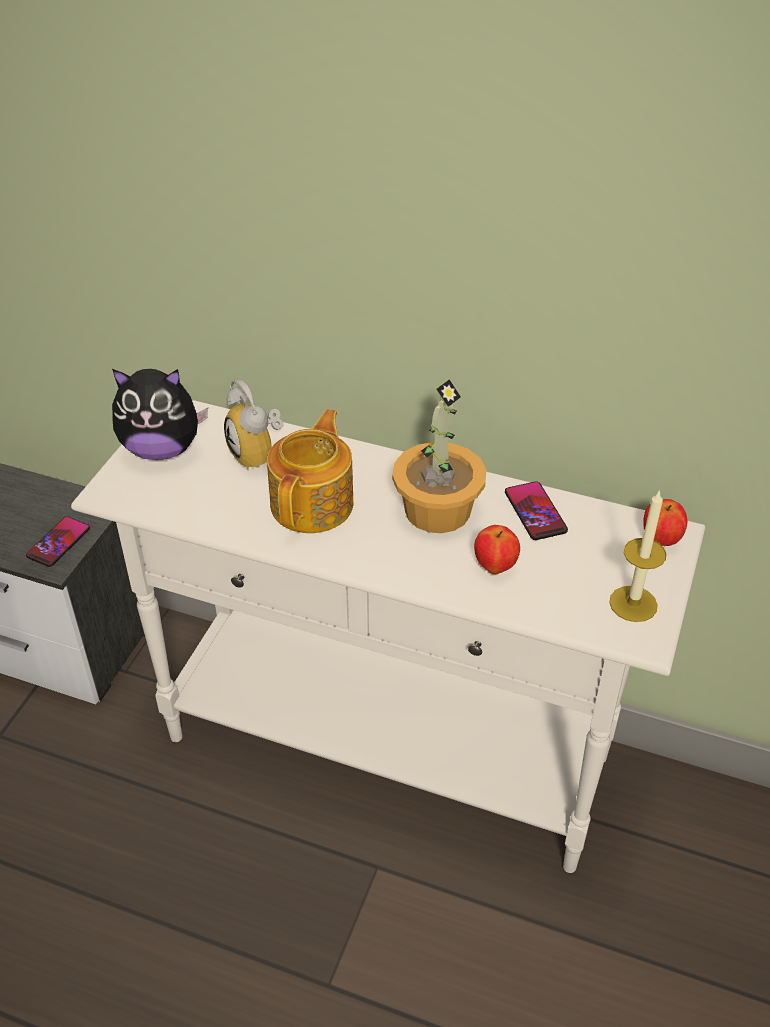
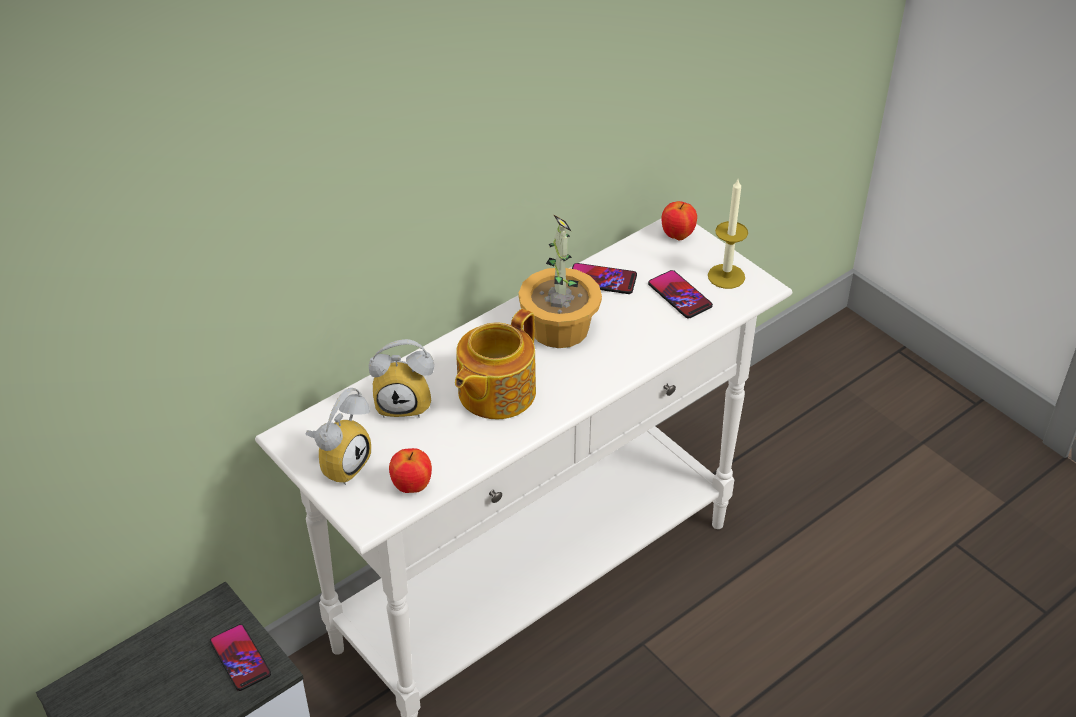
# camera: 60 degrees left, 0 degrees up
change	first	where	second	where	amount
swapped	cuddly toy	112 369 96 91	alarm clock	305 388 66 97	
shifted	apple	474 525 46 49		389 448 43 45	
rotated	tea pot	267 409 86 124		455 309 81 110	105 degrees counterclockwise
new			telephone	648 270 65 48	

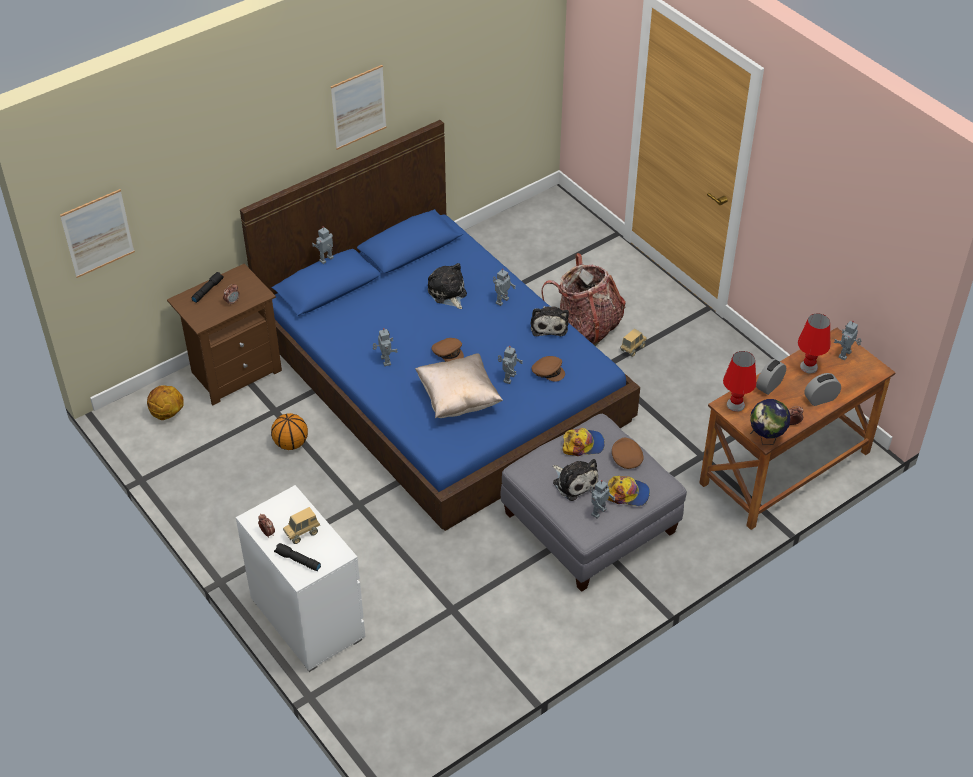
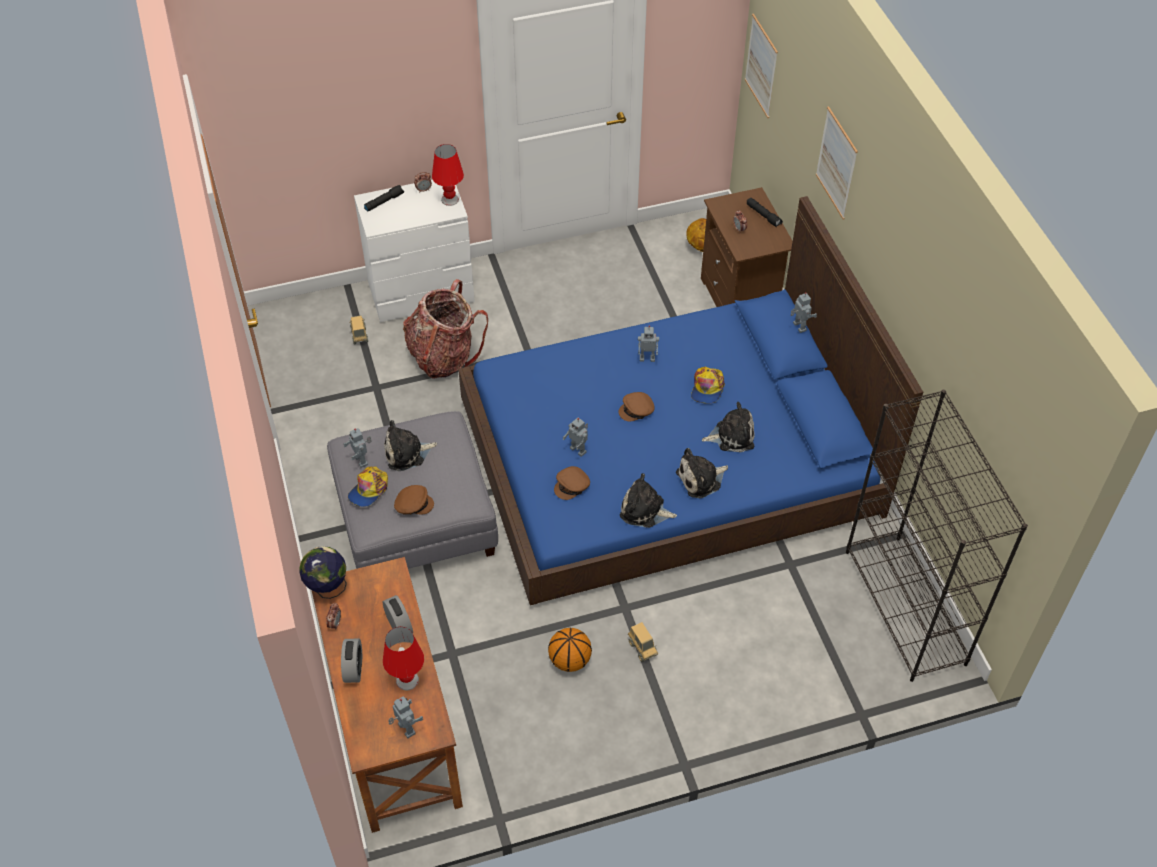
# camera: 110 degrees right, 5 degrees up
change	first	where	second	where	amount
shifted	model truck	283 507 37 37		349 316 19 28	
shifted	knapsack	542 253 84 93		403 279 85 100	
shifted	red tabletop lamp	723 351 33 61		432 144 32 62	
shifted	ball for basketball	271 413 37 37		548 628 44 44	
swapped	model robot	493 268 23 38	cuddly toy	676 448 52 50	
shifted	peaked cap	562 428 43 28		691 367 34 37	
shifted	wall picture	331 65 56 85		816 107 42 113	
new			black-coloured bookshelf	846 390 182 292	
gone	sand-coloured throw pillow	415 353 88 65			

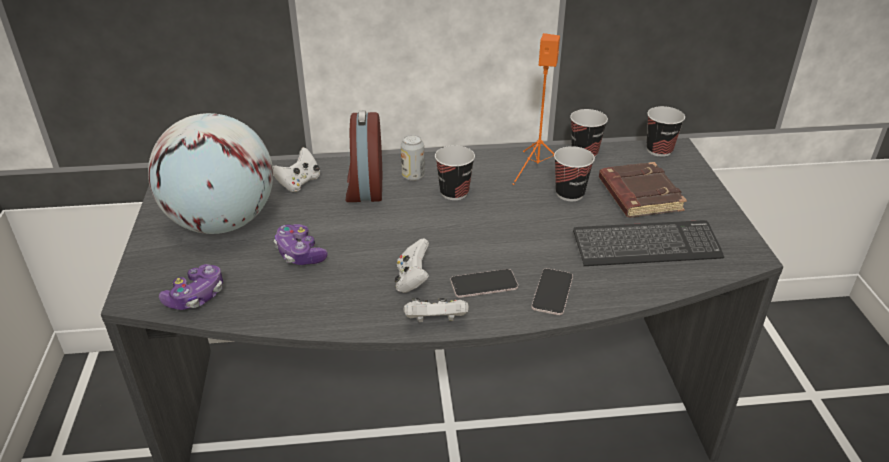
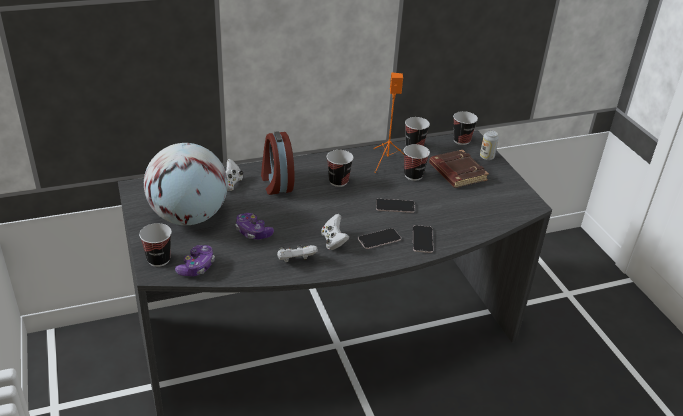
# camera: 15 degrees left, 0 degrees up
change	first	where	second	where	amount
new			cup	139 223 33 44	
shifted	whitish gamepad	404 298 65 24		277 245 41 17	
new			telephone	376 199 39 14	
shifted	sealed can	401 135 24 46		480 130 19 30	
gone	PC keyboard	573 220 151 46			

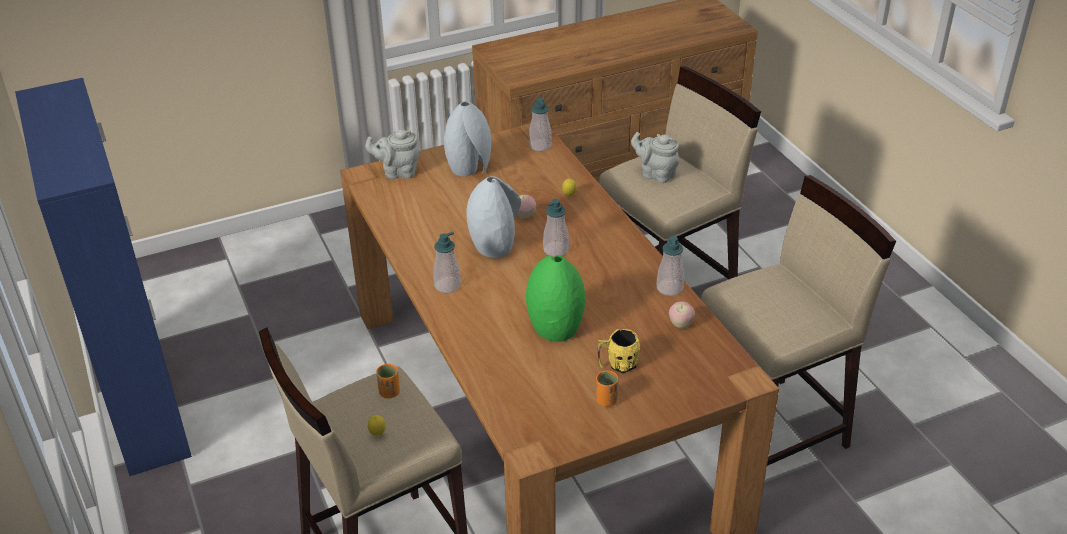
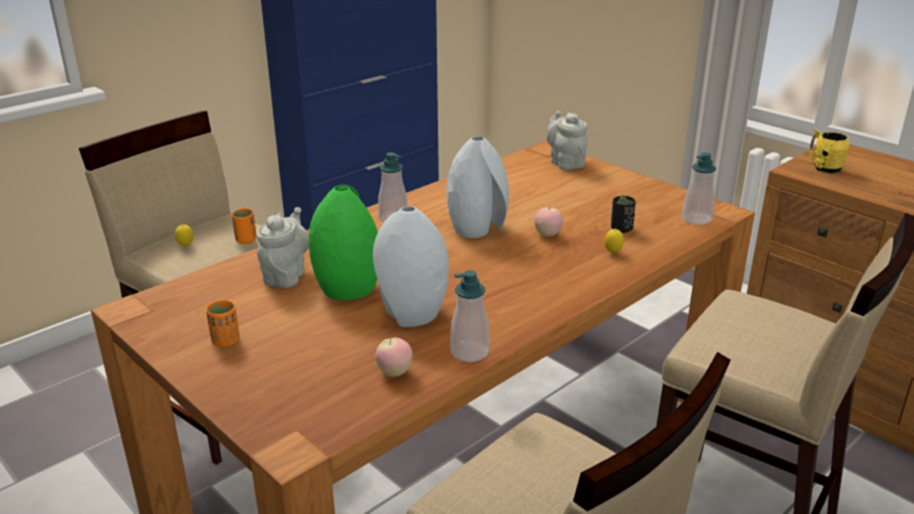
# camera: 70 degrees right, 10 degrees down
change	first	where	second	where	amount
shifted	grey tea pot	631 132 48 51		256 207 53 81	
shifted	grey decorative vase	444 101 47 75		373 206 76 121	
new			black-coloured cup	611 196 25 37	
shifted	yellow tea mug	597 329 43 44		810 129 39 44	
gone	liquid soap bottle	543 199 26 58			

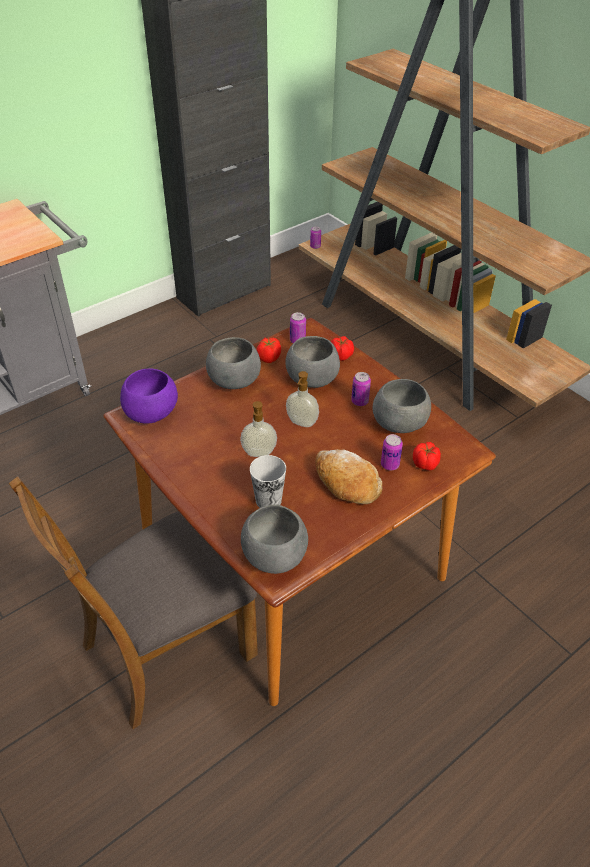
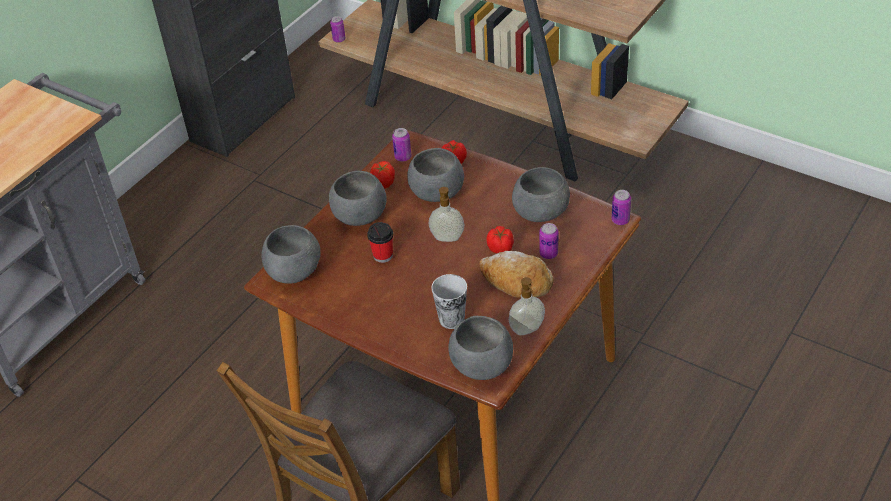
# camera: 15 degrees left, 0 degrees up
change	first	where	second	where	amount
repainted	purple-coloured bowl	120 368 58 56	grey bowl	261 225 59 59	
new			cup	367 222 26 41	
shifted	tomato	413 442 28 28		486 226 28 27	
shifted	liquid soap bottle	240 401 37 56		509 277 36 58	
shifted	sealed can	351 372 20 34		611 190 20 35	

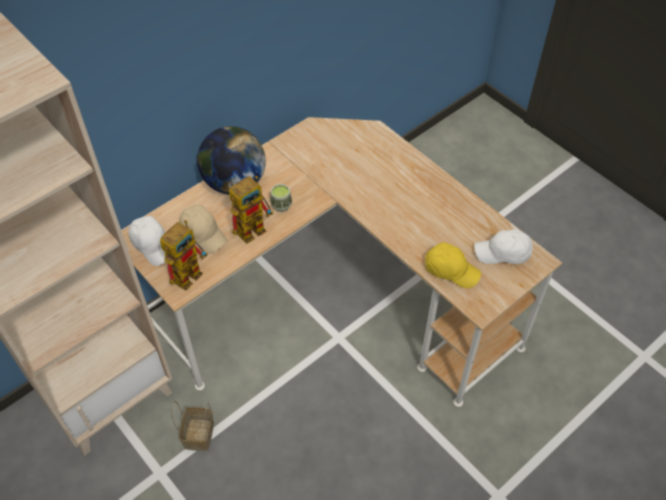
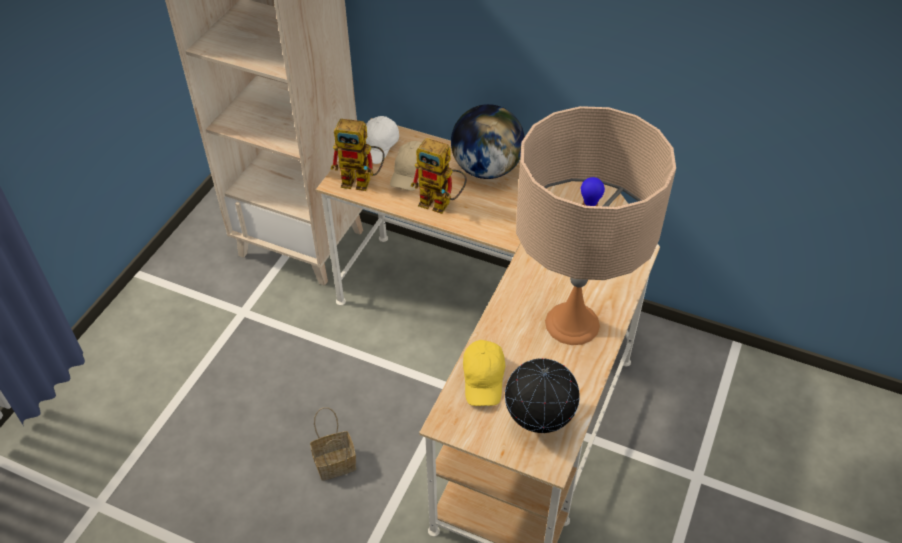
# camera: 65 degrees right, 5 degrees down
change	first	where	second	where	amount
shifted	basket	171 401 43 50		310 407 46 74	
swapped	whitish peaked cap	474 229 59 35	desk globe	505 358 75 75	
new			sand-coloured tabletop lamp	516 106 160 239	
gone	cup	270 184 22 28			

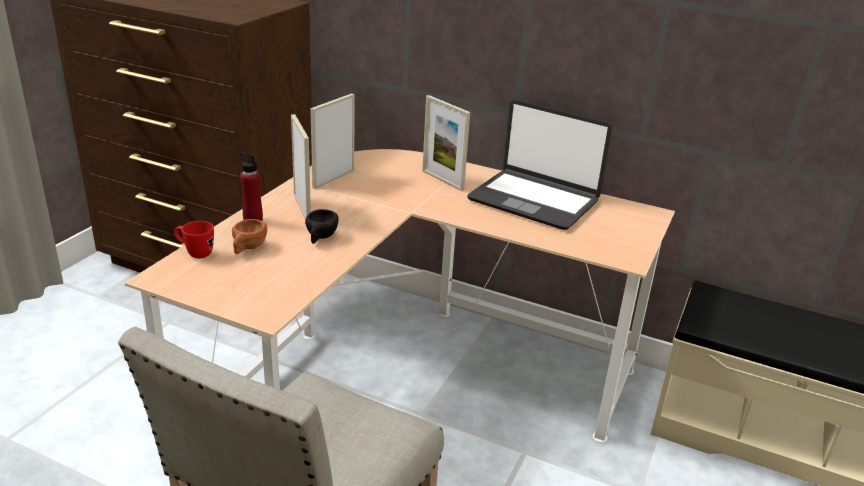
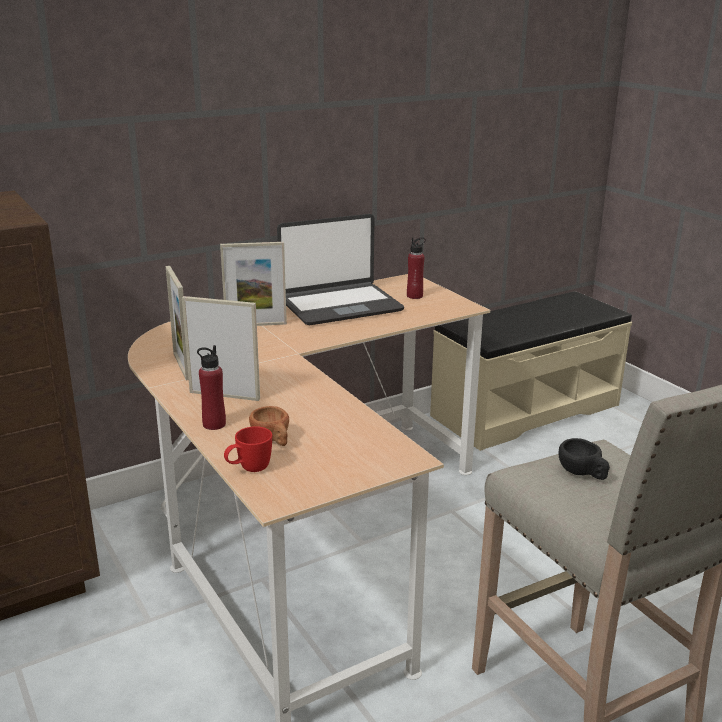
# camera: 55 degrees left, 5 degrees down
change	first	where	second	where	amount
new			red beverage bottle	407 238 19 61	
shifted	black-coloured cup	305 209 33 35		558 438 52 42	

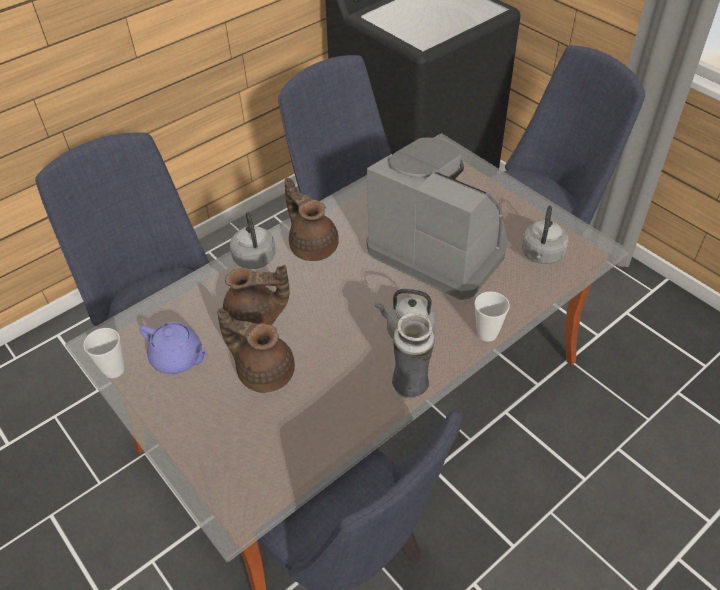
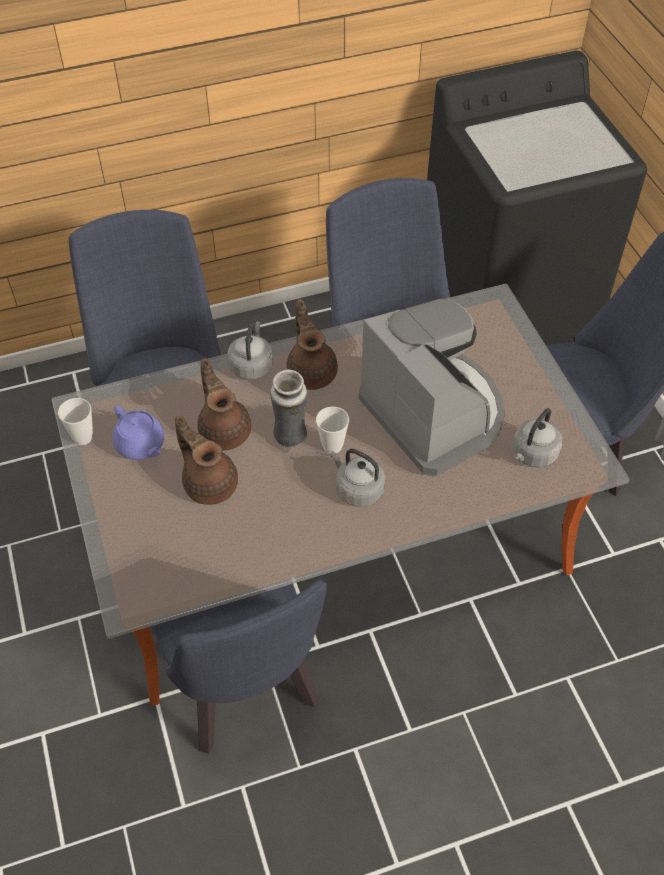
# camera: 20 degrees right, 5 degrees up
change	first	where	second	where	amount
rotated	brownish tea pot	223 265 67 60		197 358 54 92	135 degrees counterclockwise
shifted	decorative vase	392 313 43 85		270 369 37 79	
shifted	cup	474 291 36 50		316 407 33 47	

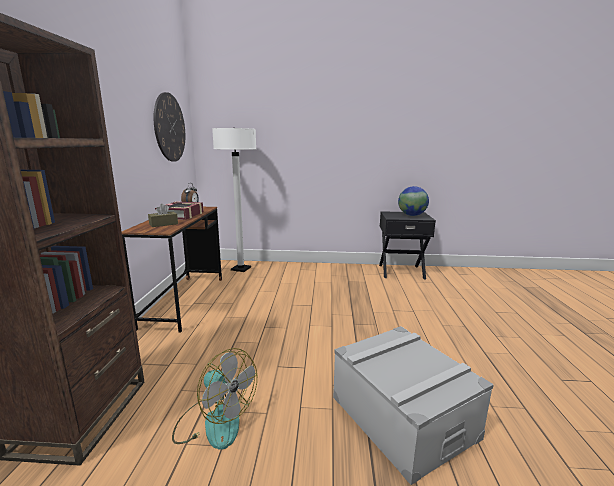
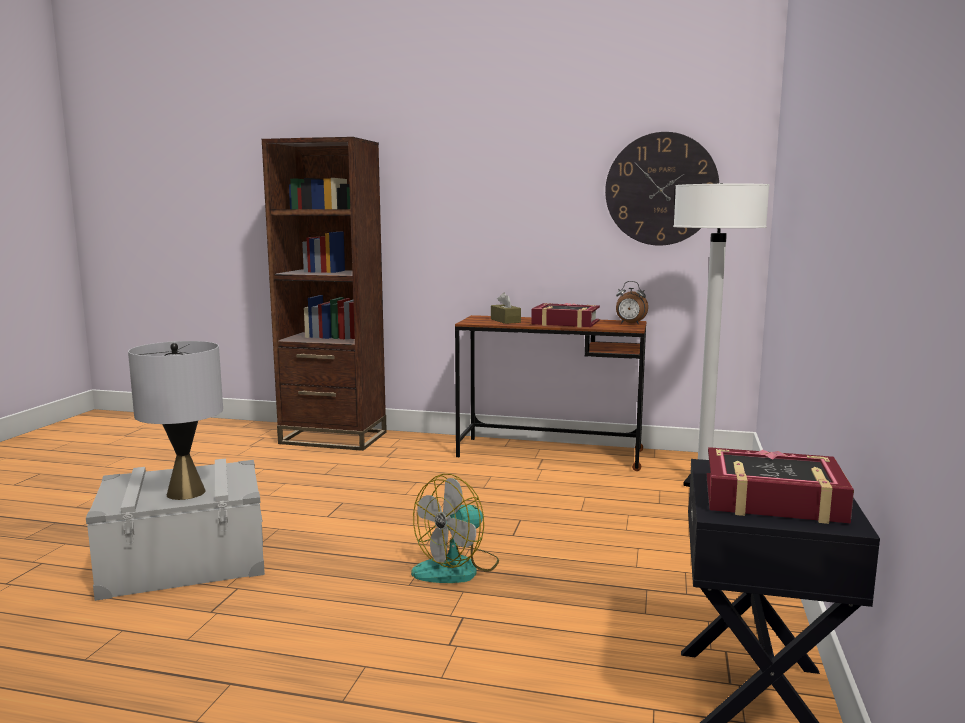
# camera: 100 degrees right, 5 degrees down
change	first	where	second	where	amount
new			grey tabletop lamp	128 341 95 159	
shifted	electric fan	172 348 85 102		411 474 88 109	
swapped	desk globe	398 186 31 30	bound book	707 447 147 77	

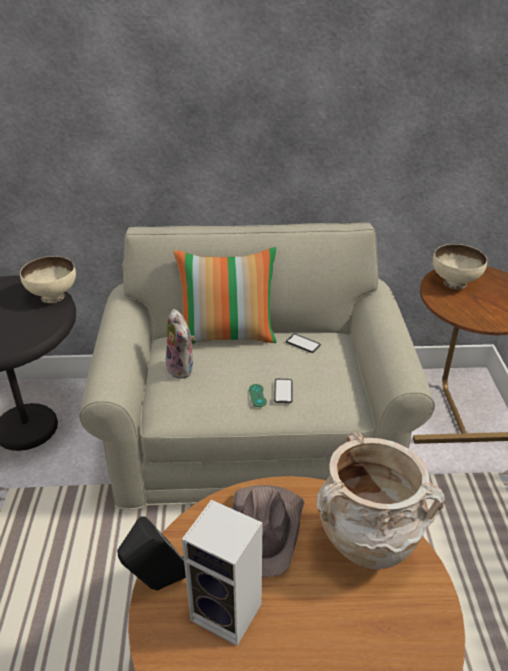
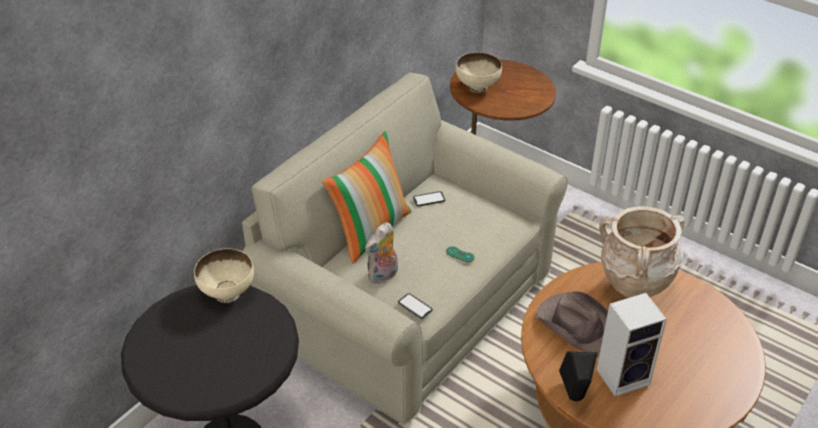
# camera: 50 degrees left, 5 degrees up
change	first	where	second	where	amount
rotated	cuddly toy	166 309 29 70		365 222 33 62	120 degrees clockwise
shifted	telephone	274 379 18 24		398 293 35 26	

